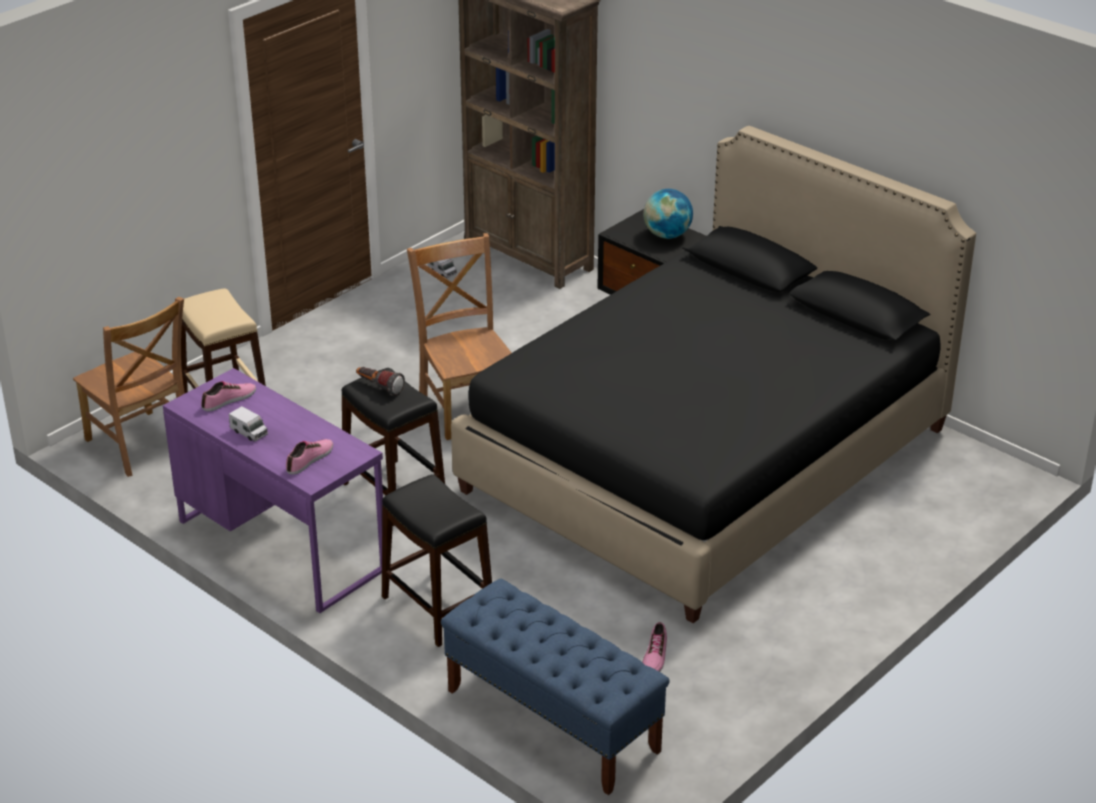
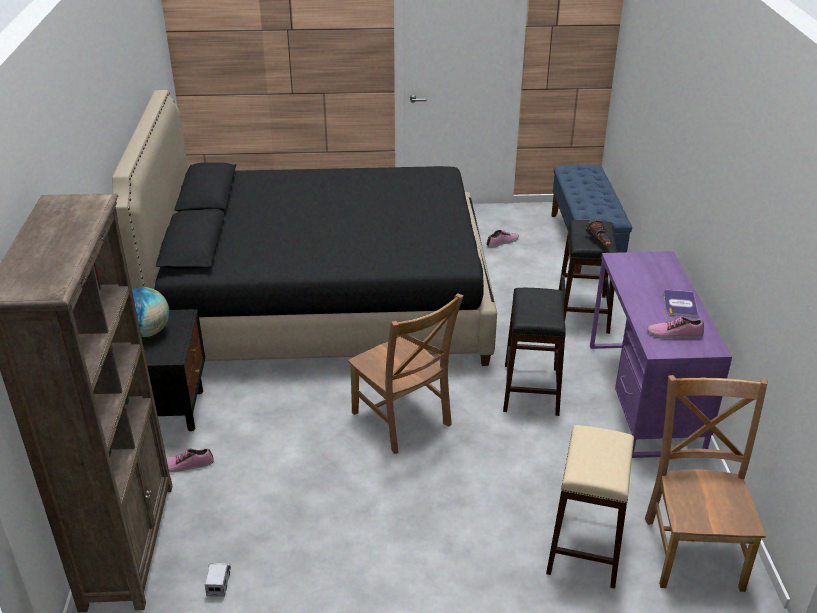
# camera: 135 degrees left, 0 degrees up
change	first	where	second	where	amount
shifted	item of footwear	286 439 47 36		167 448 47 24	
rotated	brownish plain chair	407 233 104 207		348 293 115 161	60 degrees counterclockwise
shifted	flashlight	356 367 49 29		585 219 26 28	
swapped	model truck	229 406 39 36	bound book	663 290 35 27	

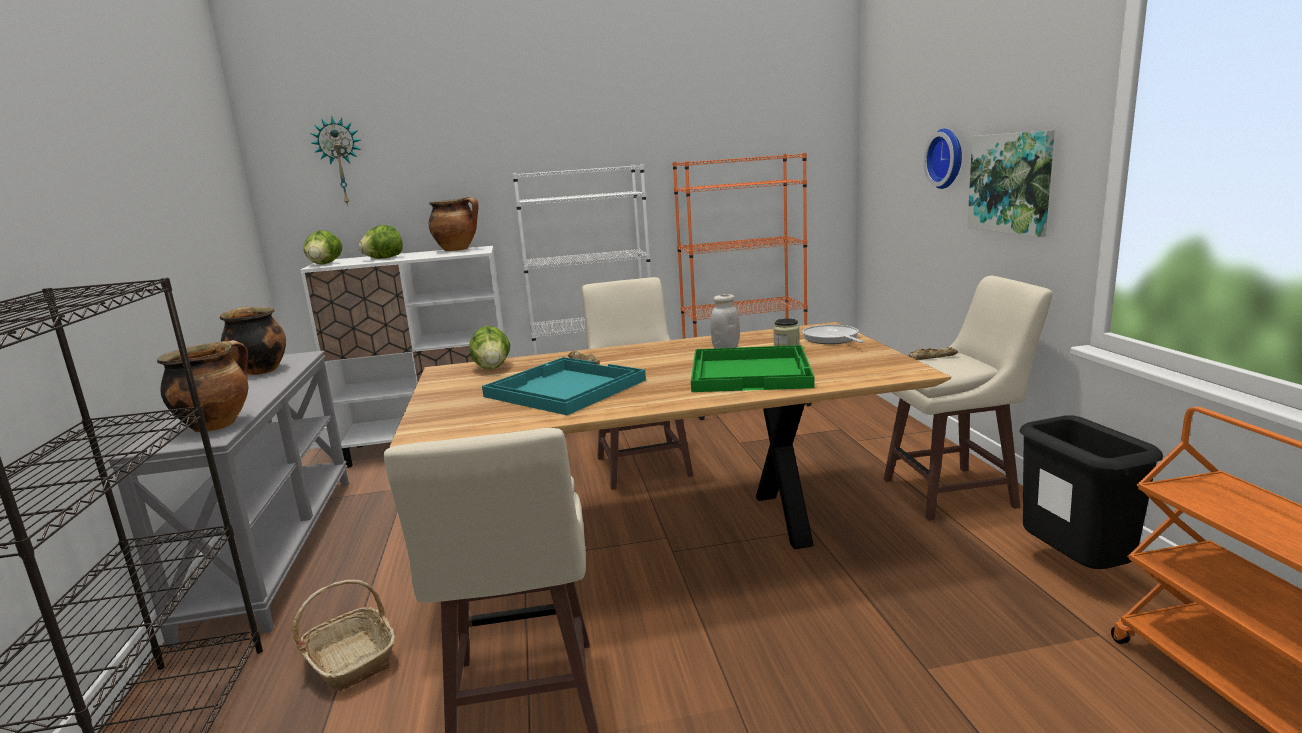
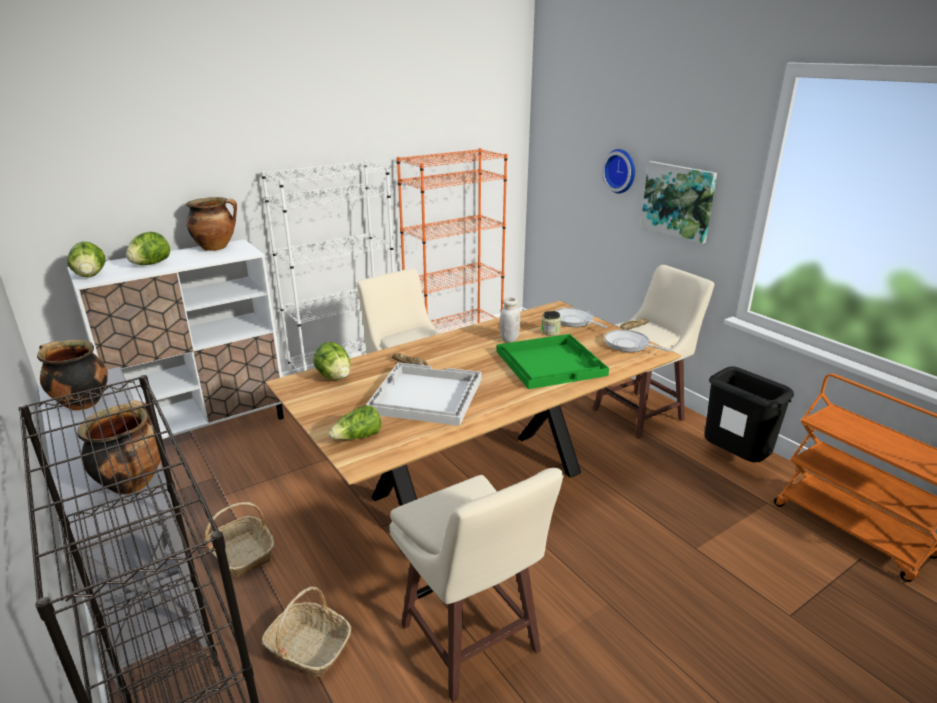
# camera: 25 degrees left, 10 degrees up
change	first	where	second	where	amount
new			basket	205 502 69 75	
new			lettuce	328 405 54 35	
repainted	blue-green carrying tray	482 357 164 58	whitish carrying tray	366 362 116 64	
new			pan	605 330 65 22	
gone	wall clock	311 116 50 90			

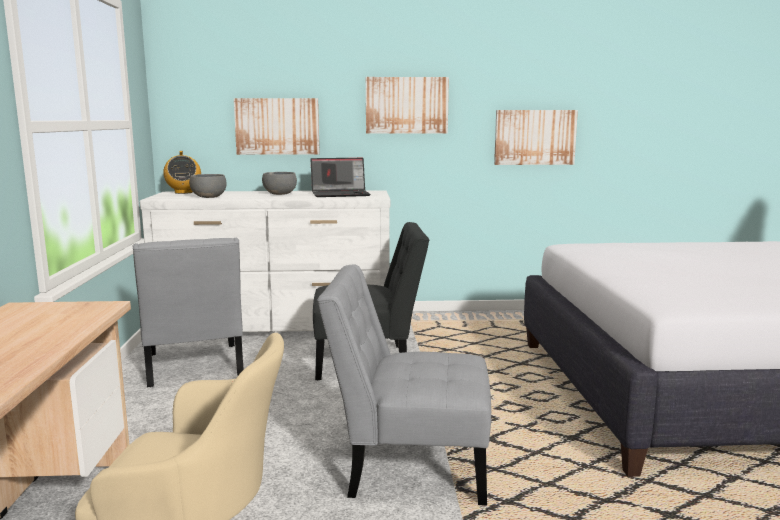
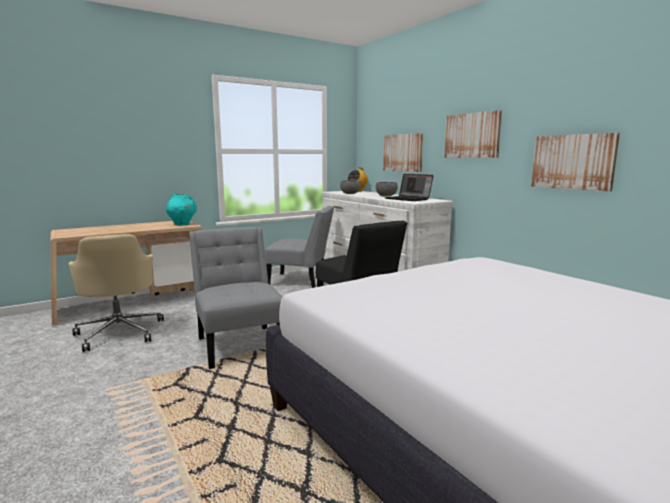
# camera: 60 degrees right, 0 degrees up
change	first	where	second	where	amount
new			blue-green decorative vase	166 194 31 32	
rotated	grey plain chair	133 238 111 149		265 206 69 82	120 degrees counterclockwise

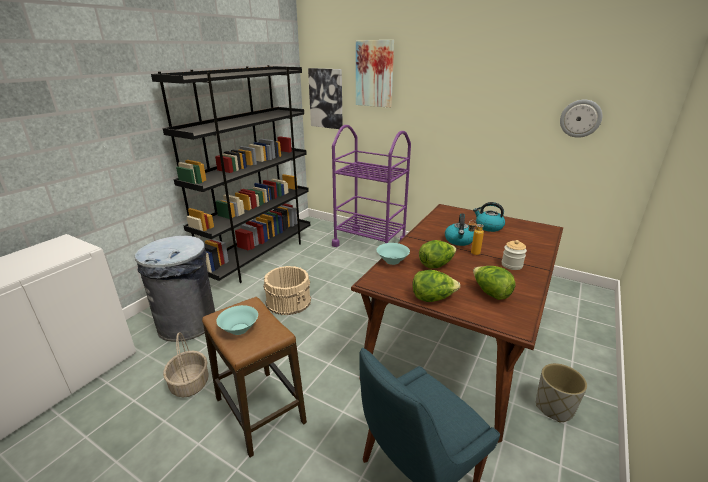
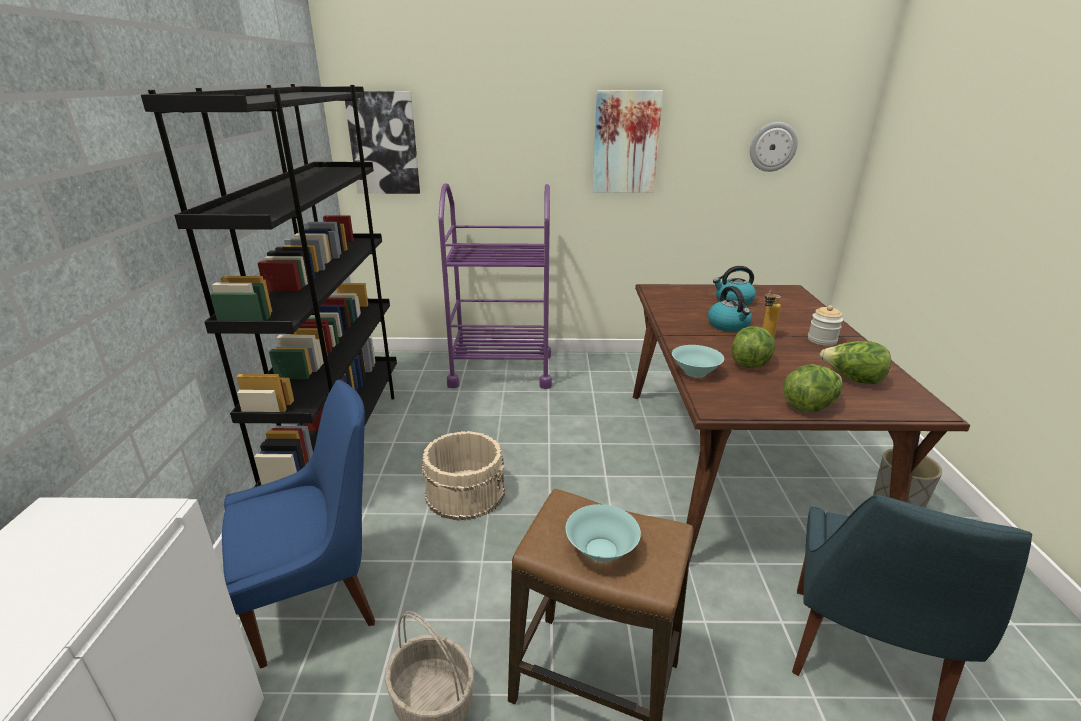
# camera: 30 degrees left, 0 degrees up
change	first	where	second	where	amount
swapped	grey rubbish bin	135 235 80 107	blue plain chair	222 380 153 289	
shifted	wall picture	356 40 38 68		592 90 71 103	

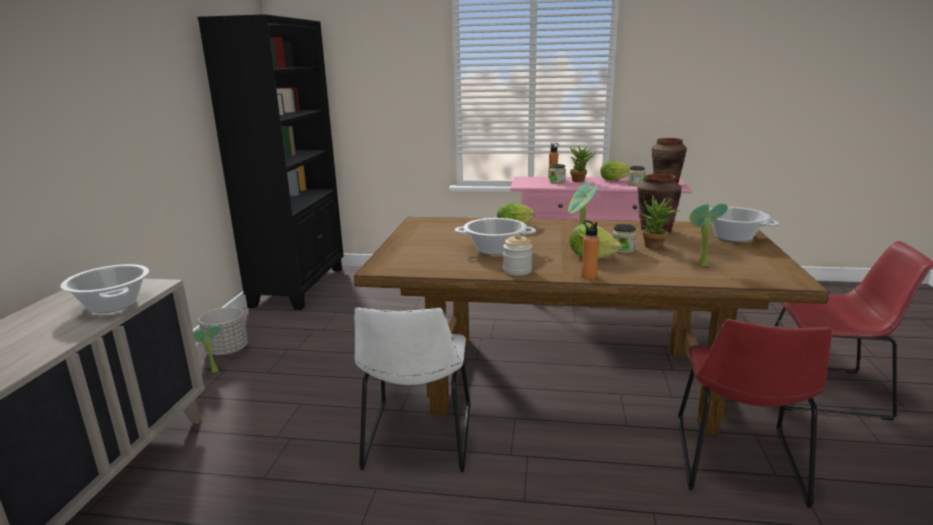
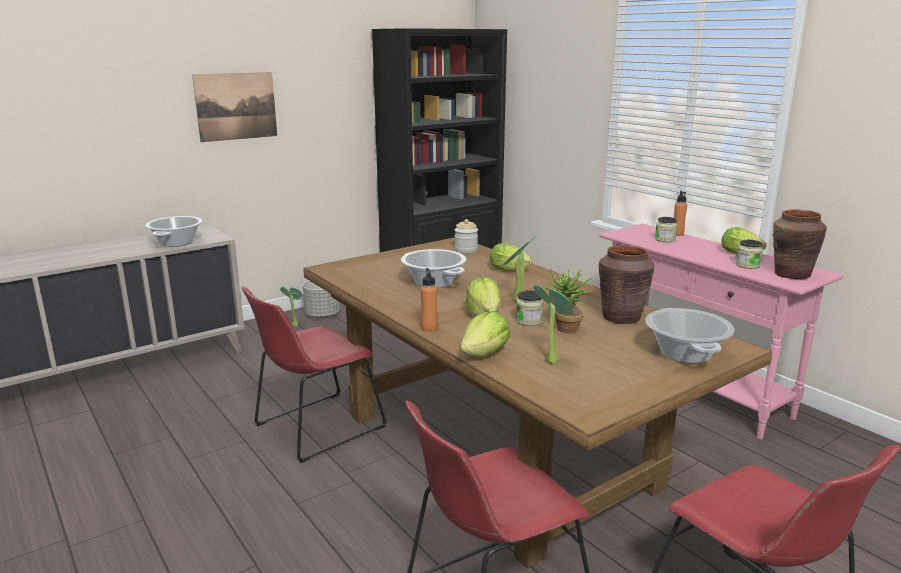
# camera: 45 degrees right, 0 degrees up
change	first	where	second	where	amount
new			wall picture	192 72 85 70	
repainted	whitish plain chair	354 307 116 165	red plain chair	241 286 146 177	
shifted	preserve jar	503 233 30 43		455 219 23 34	
new			lettuce	460 311 50 46	
gone	houseplant	570 146 27 36			

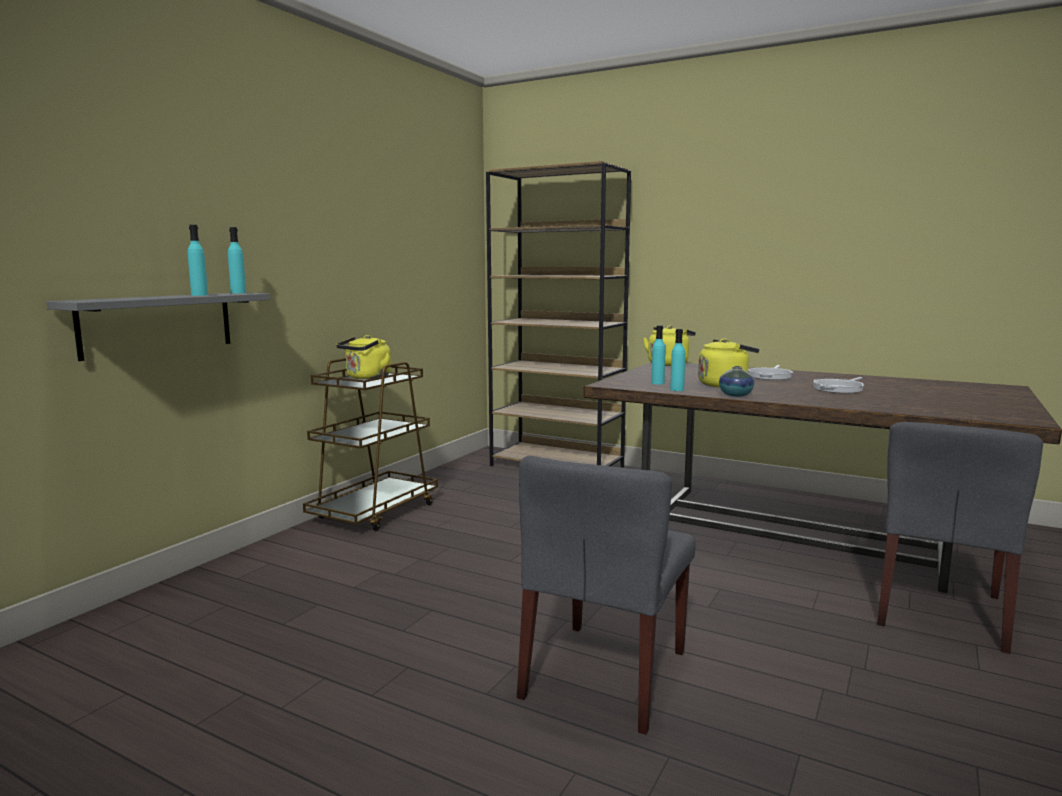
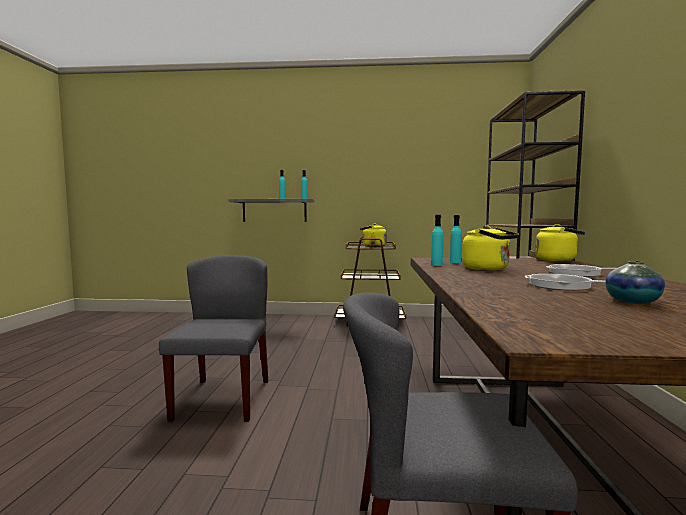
# camera: 65 degrees right, 5 degrees down
change	first	where	second	where	amount
rotated	grey plain chair	517 456 179 279		159 255 109 167	90 degrees clockwise
shifted	decorative vase	719 366 35 31		605 261 60 43	

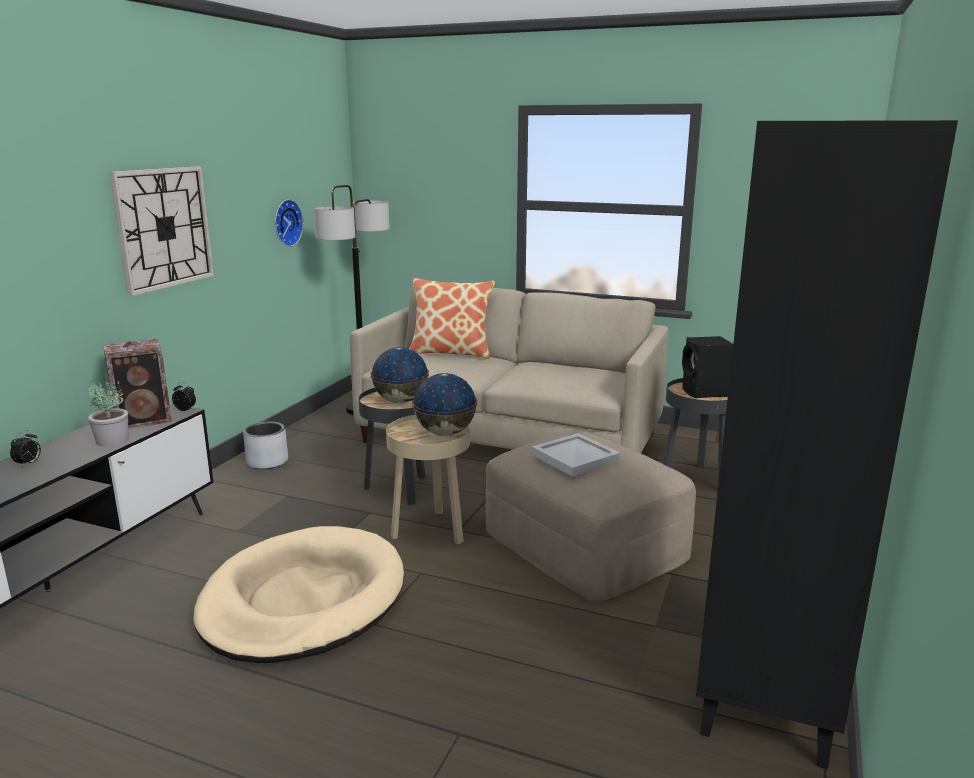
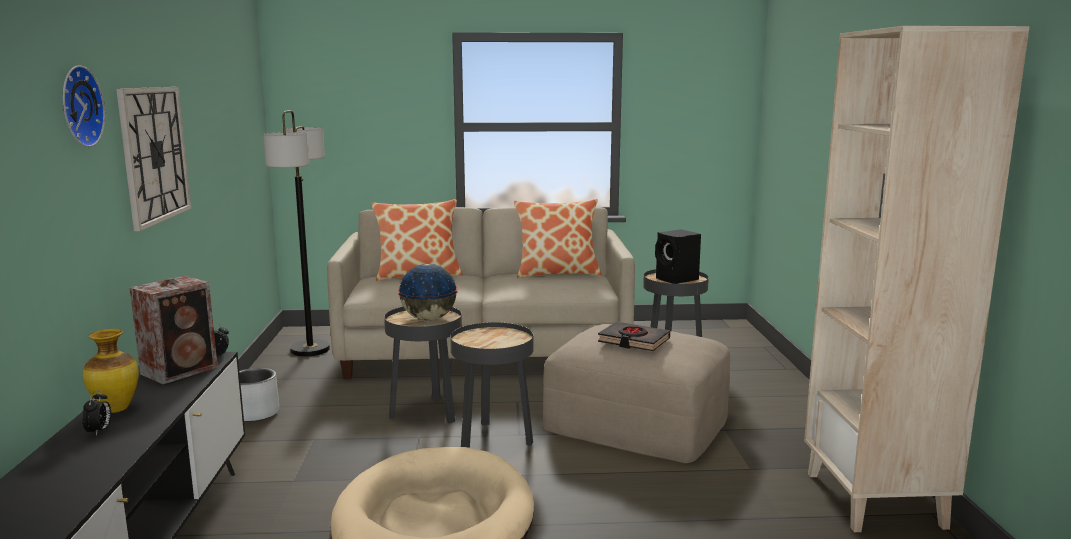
# camera: 25 degrees left, 5 degrees down
change	first	where	second	where	amount
shifted	wall clock	275 199 29 48		62 65 43 82	
new			decorative vase	83 329 56 84	
repainted	sand-coloured side table	386 415 84 130	black-coloured side table	450 322 83 126	
new			throw pillow	514 199 88 79	
swapped	whitish carrying tray	531 433 89 43	black-coloured bound book	598 322 72 29	
repainted	black-coloured bookshelf	696 120 262 649	sand-coloured bookshelf	804 26 226 506	
gone	houseplant	88 375 40 71			
gone	desk globe	412 373 65 63			

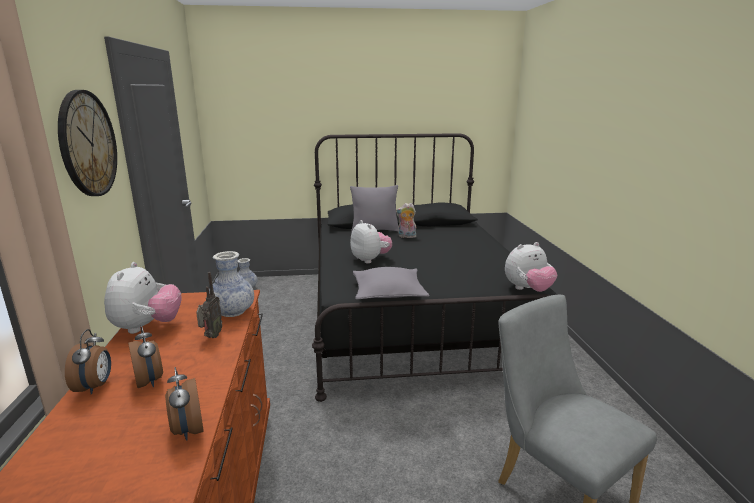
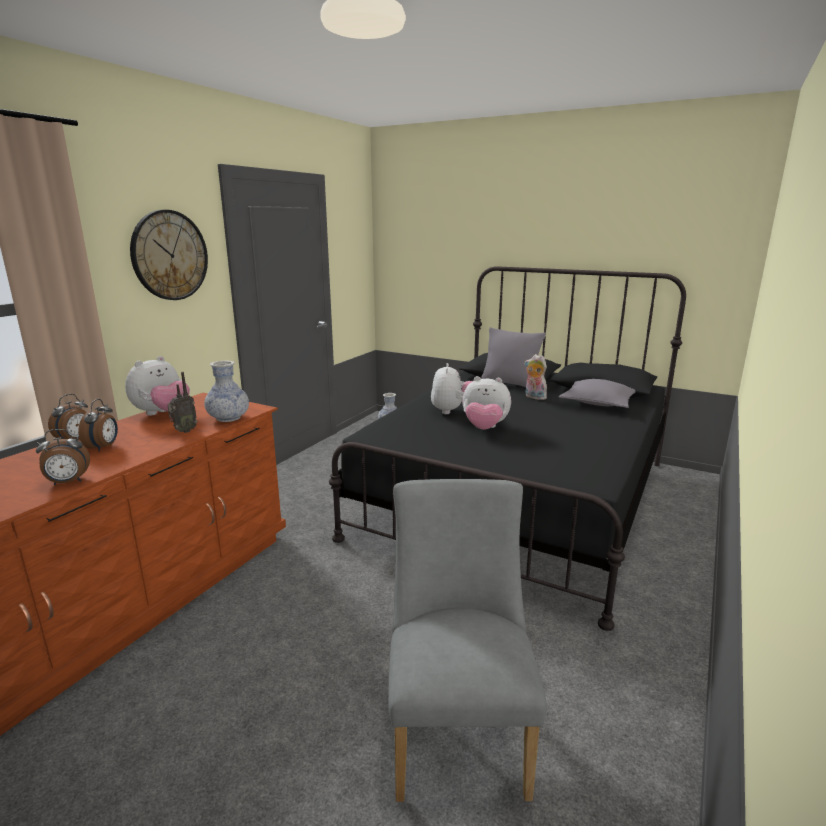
# camera: 35 degrees right, 0 degrees up
change	first	where	second	where	amount
rotated	alarm clock	165 367 39 74		36 429 54 56	120 degrees counterclockwise
shifted	cuddly toy	505 242 52 50		463 376 48 54	
shifted	grey throw pillow	353 267 76 33		559 379 77 29	

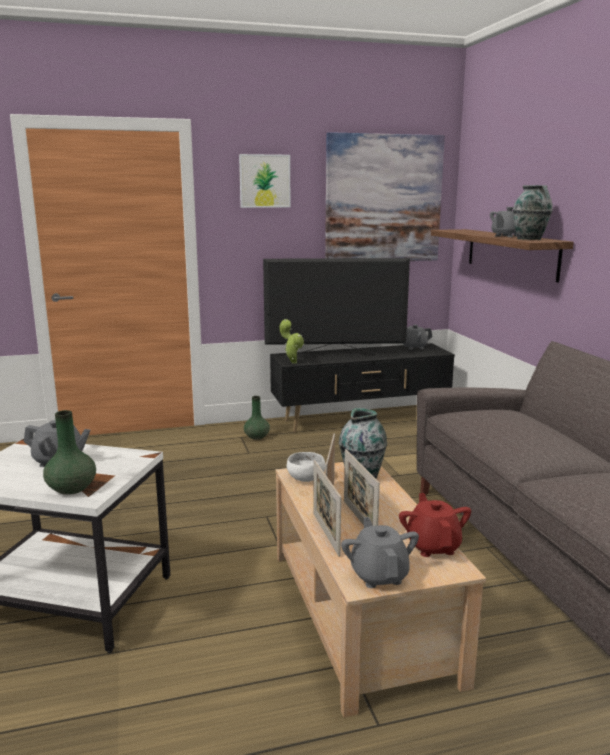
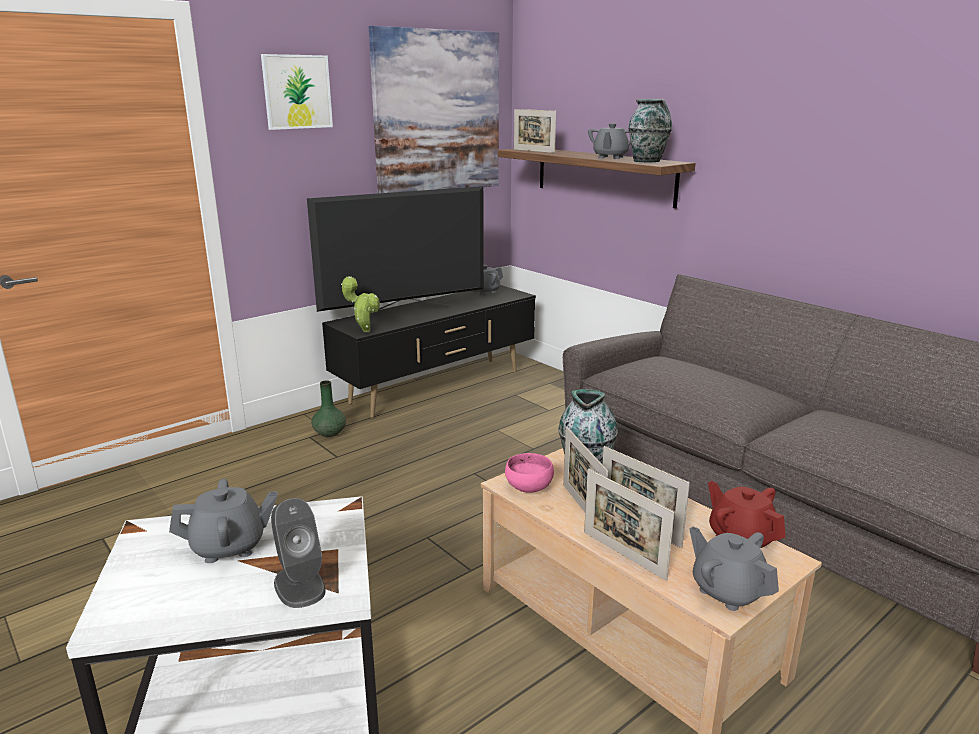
# camera: 25 degrees left, 5 degrees up
change	first	where	second	where	amount
swapped	green-coloured decorative vase	43 410 53 85	grey speaker	271 498 55 110	
repainted	whitish bowl	287 452 39 30	pink bowl	505 453 49 40	
new			standing frame	514 109 42 44	

